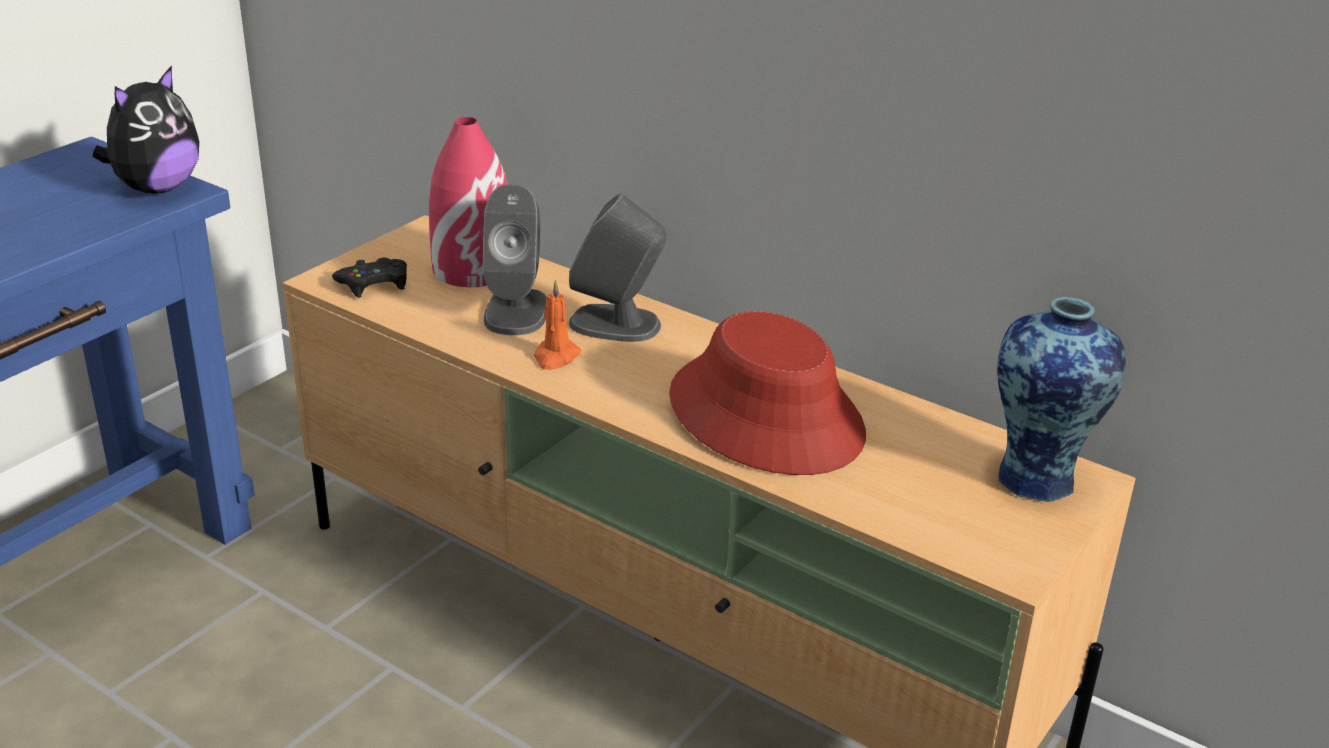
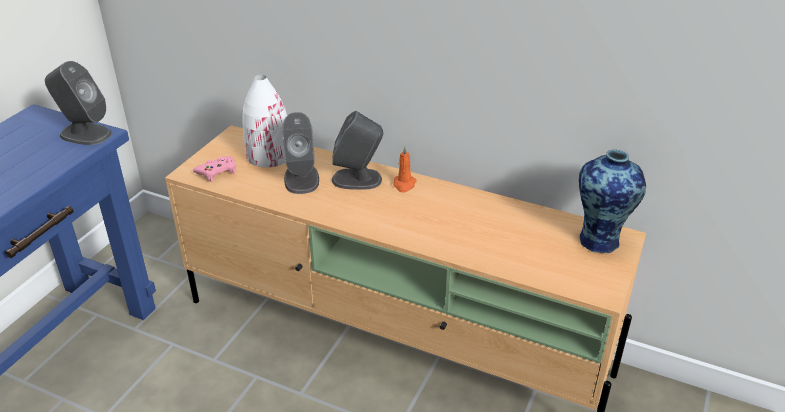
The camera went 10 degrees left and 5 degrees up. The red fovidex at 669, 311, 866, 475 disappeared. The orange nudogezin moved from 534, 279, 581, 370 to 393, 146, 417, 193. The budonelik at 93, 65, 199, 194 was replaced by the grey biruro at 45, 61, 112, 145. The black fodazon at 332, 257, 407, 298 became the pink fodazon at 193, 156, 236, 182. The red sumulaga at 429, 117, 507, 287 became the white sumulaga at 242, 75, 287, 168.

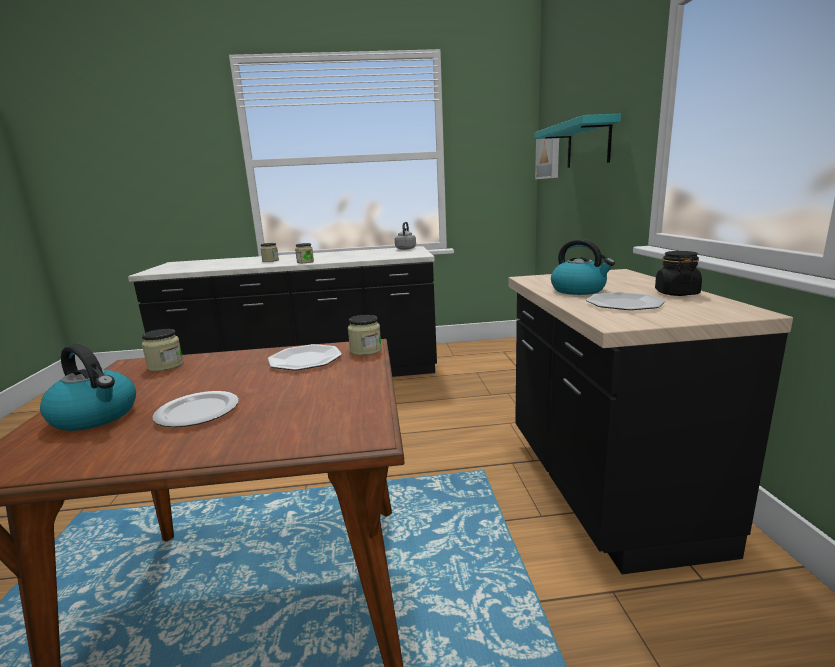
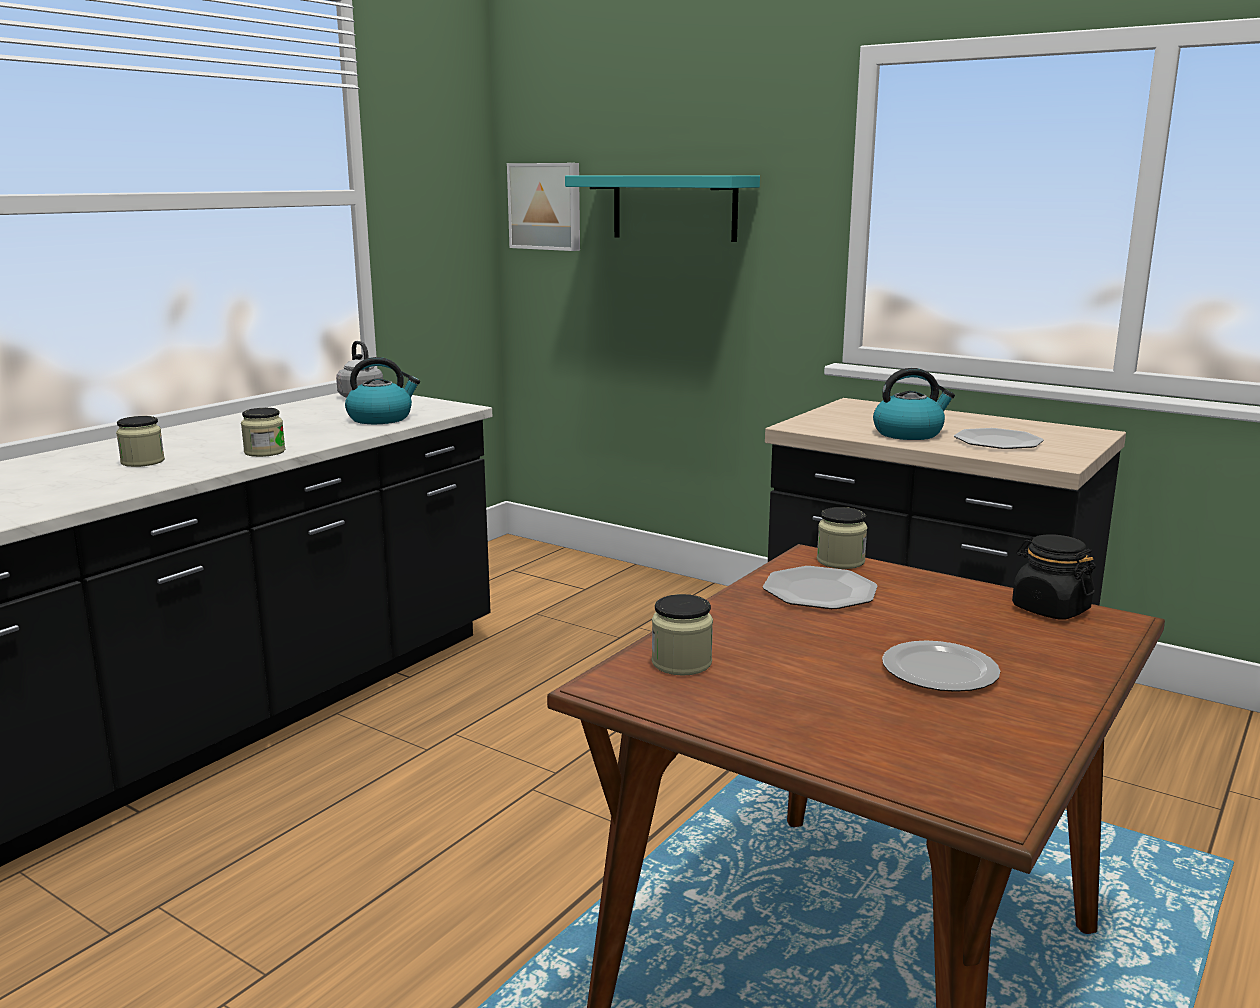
The camera went 50 degrees left and 0 degrees up. The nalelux moved from 40, 344, 136, 431 to 345, 357, 420, 424. The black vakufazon moved from 655, 251, 702, 296 to 1012, 534, 1096, 620.

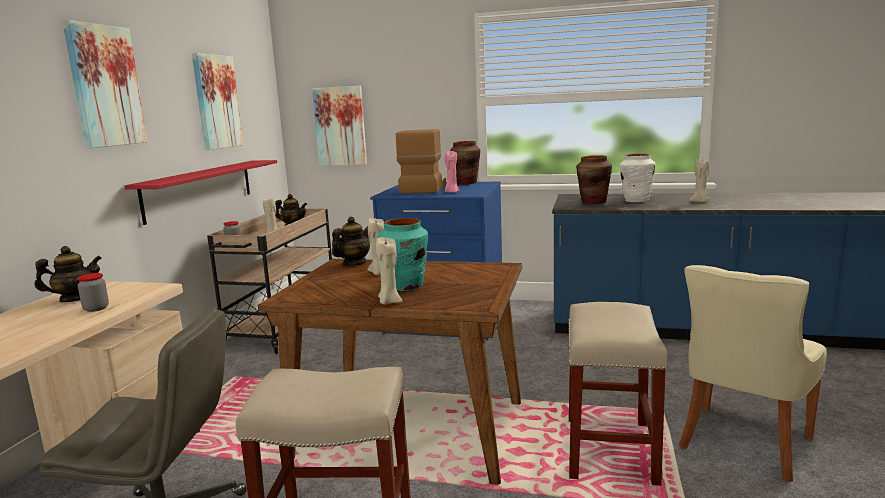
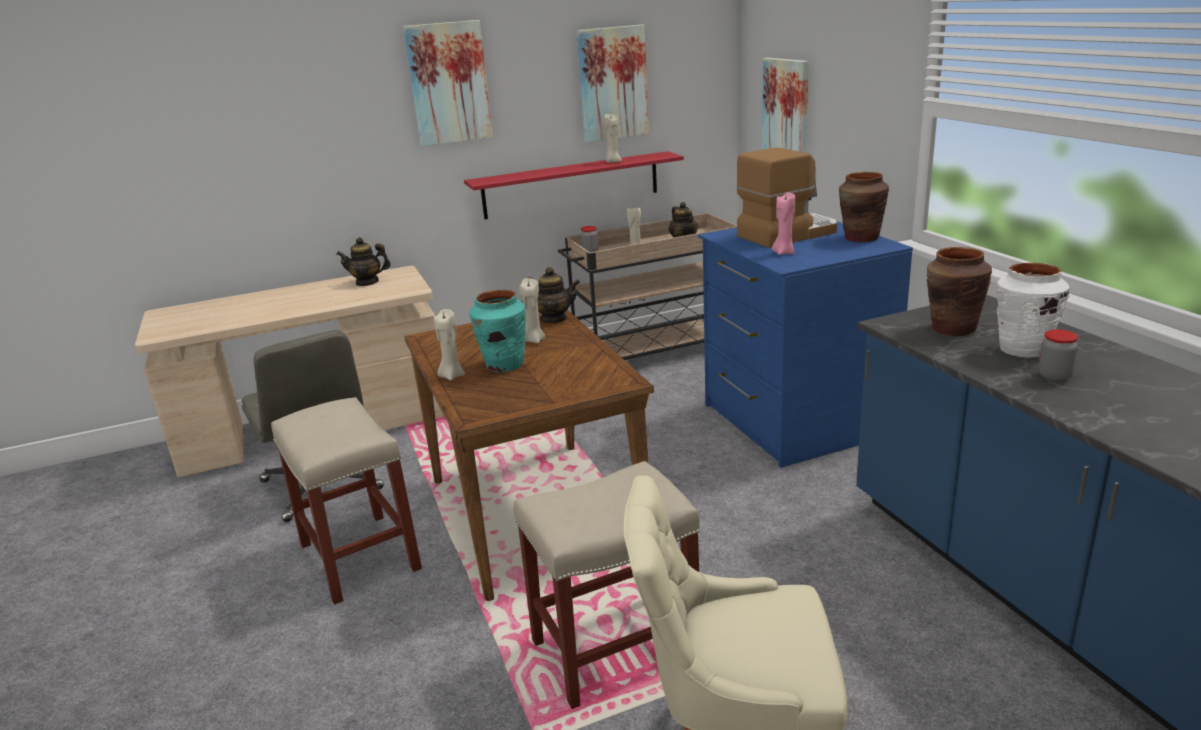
The camera went 55 degrees right and 10 degrees up. The vakufazon moved from 77, 273, 109, 312 to 1038, 330, 1078, 381. The beige nudogezin moved from 690, 159, 710, 202 to 604, 114, 622, 163. The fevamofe at 35, 246, 102, 302 turned 150 degrees clockwise.

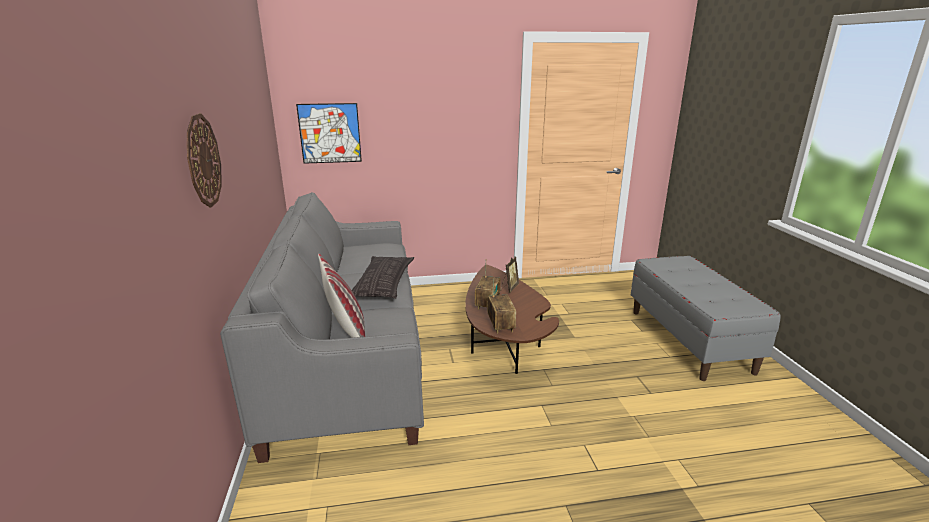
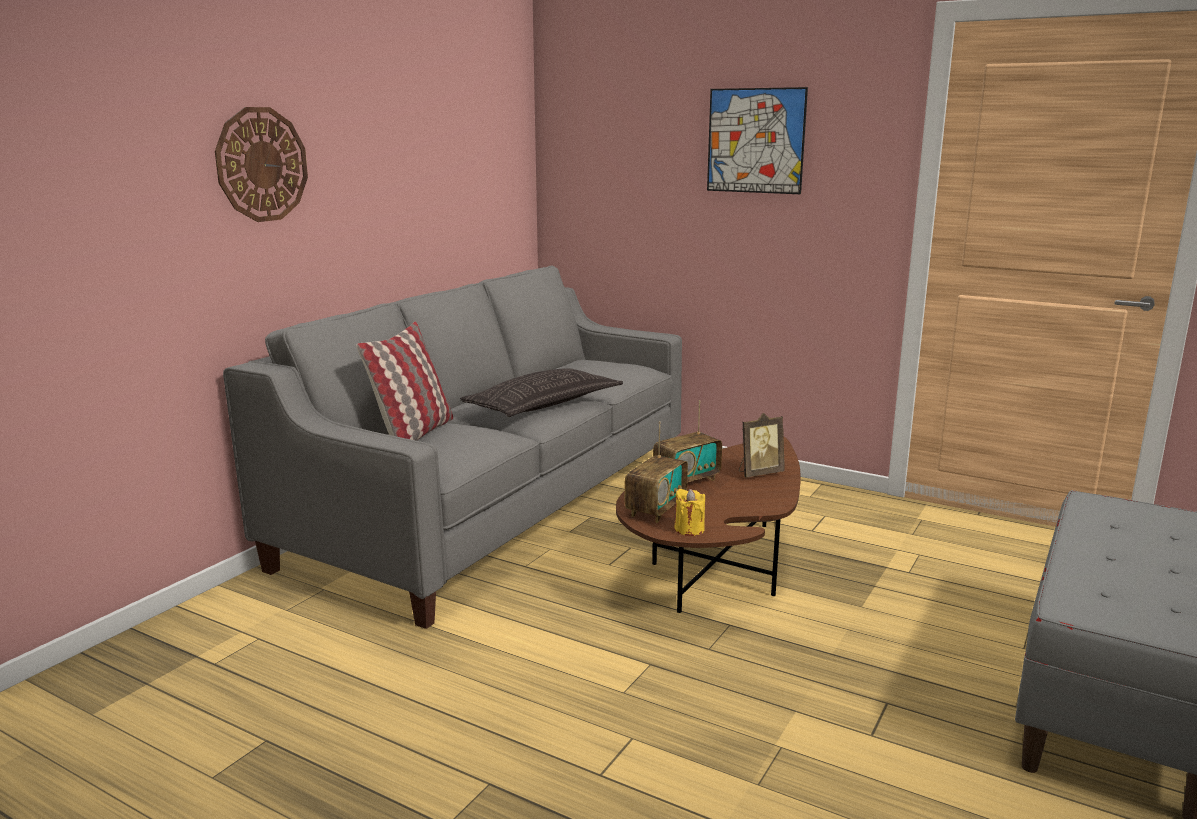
The camera went 40 degrees right and 5 degrees down. The yellow nudogezin at 674, 489, 705, 536 appeared. The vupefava moved from 296, 103, 362, 164 to 707, 87, 808, 194.

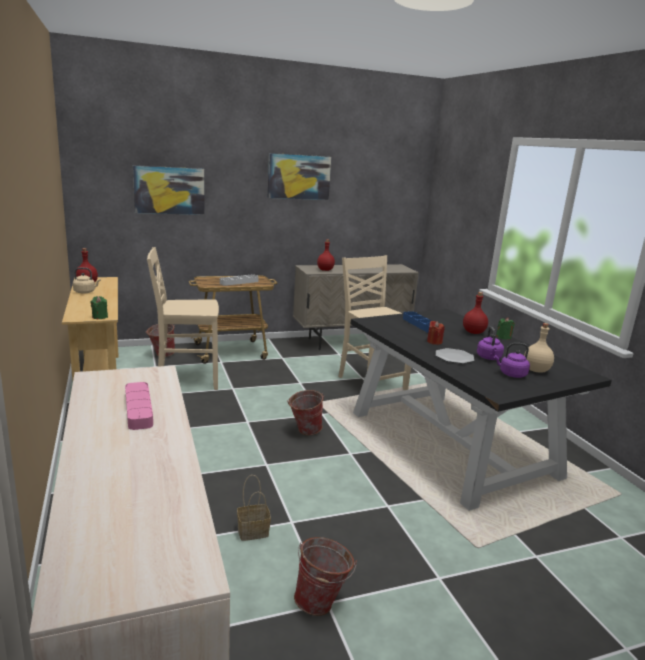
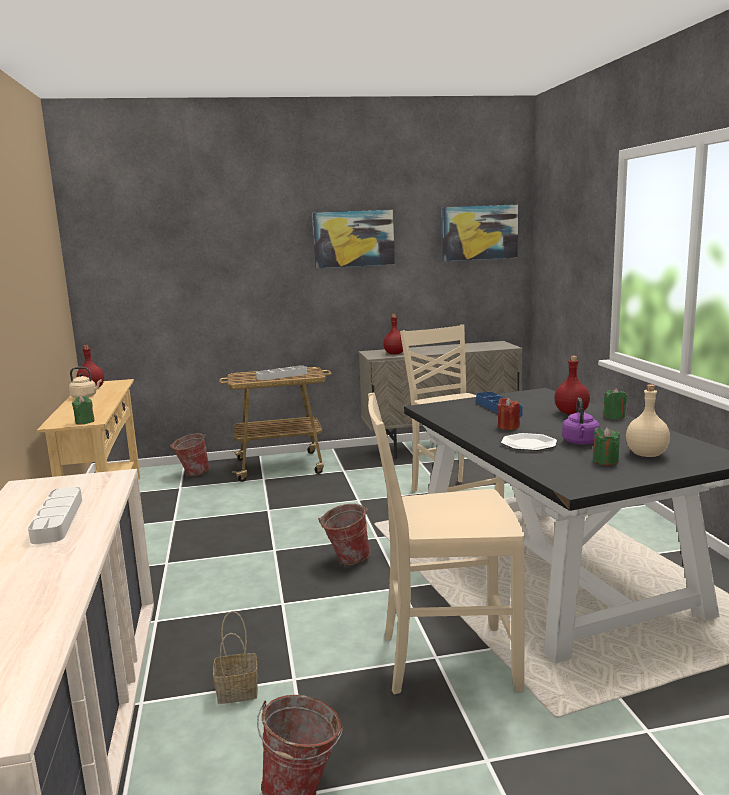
The camera went 10 degrees right and 5 degrees down. The vupefava moved from 133, 165, 205, 215 to 442, 204, 518, 261. The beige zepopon moved from 147, 247, 219, 390 to 368, 393, 525, 694. The purple nalelux at 494, 343, 530, 378 was replaced by the green nudogezin at 593, 427, 620, 466. The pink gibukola at 125, 382, 153, 430 became the grey gibukola at 28, 487, 82, 544.

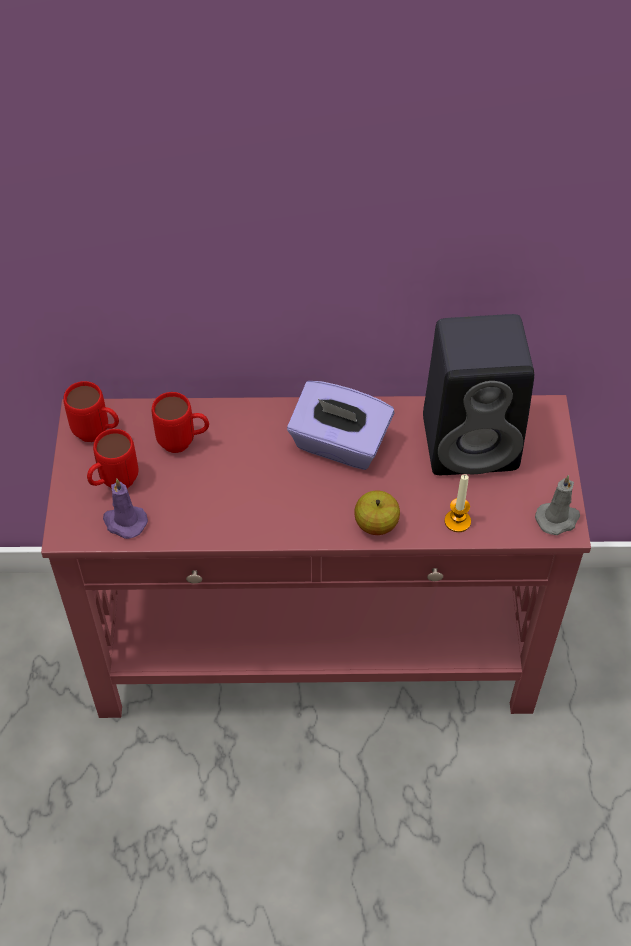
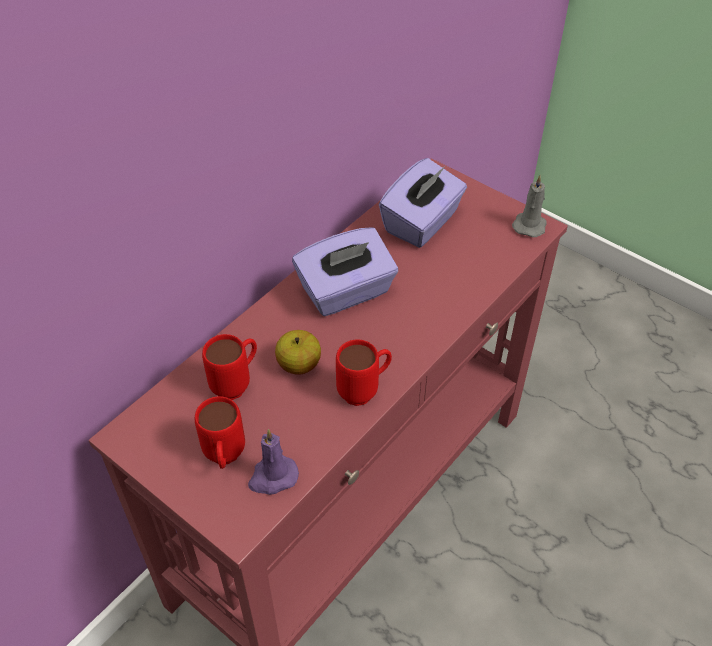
The camera went 50 degrees left and 5 degrees down. The nudogezin at 444, 474, 471, 532 disappeared. The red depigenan moved from 63, 381, 119, 442 to 336, 340, 392, 406. The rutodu moved from 354, 490, 400, 535 to 275, 330, 321, 375. The black biruro at 423, 314, 534, 475 was replaced by the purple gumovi at 379, 158, 467, 248.

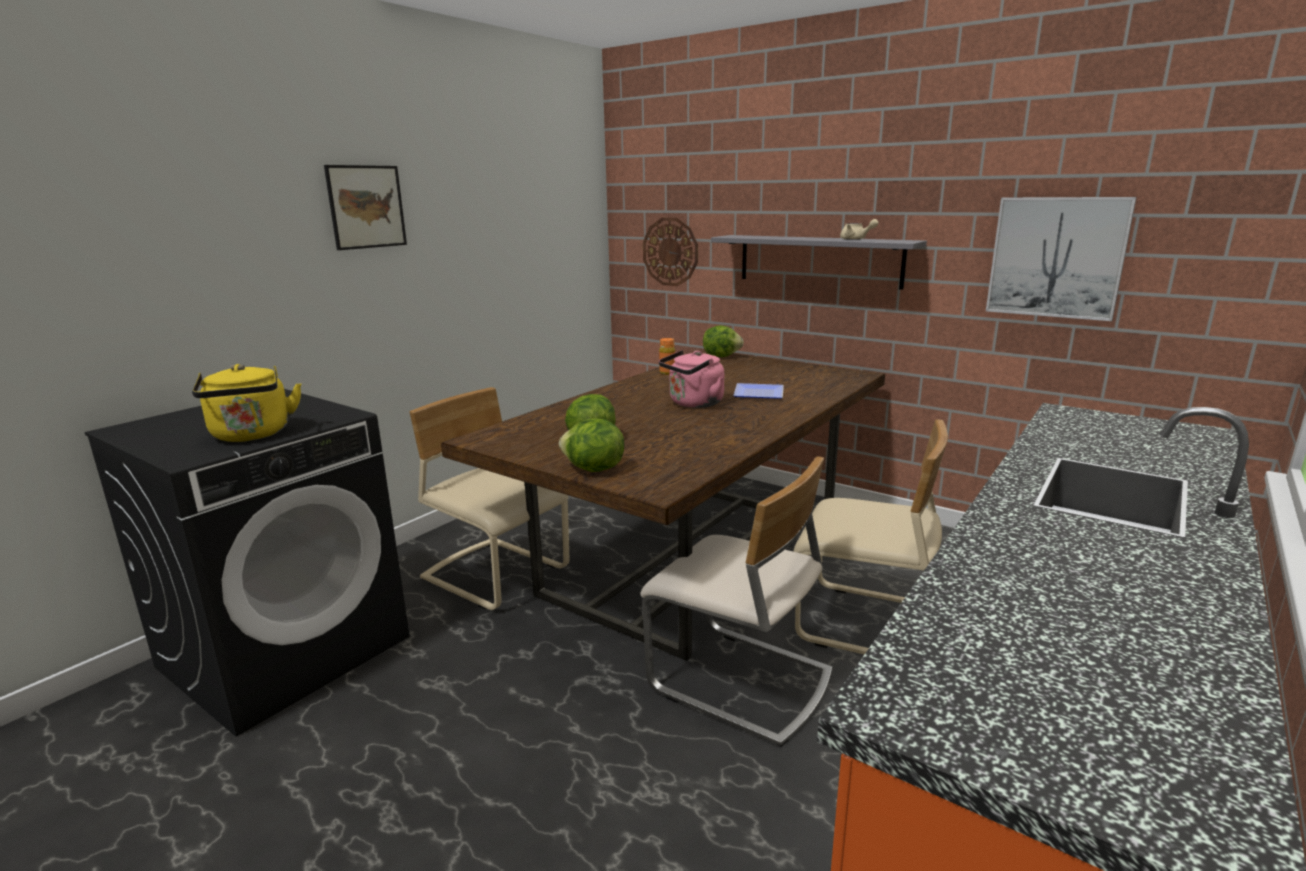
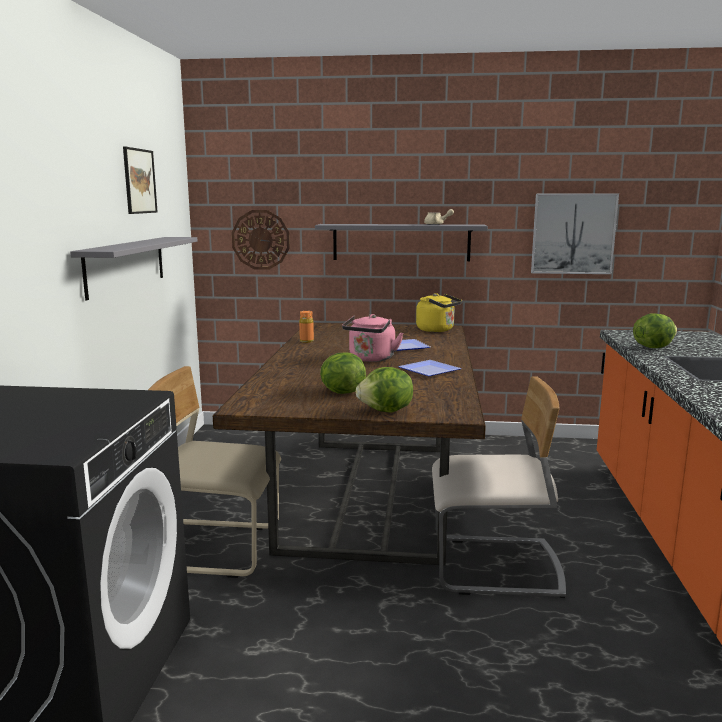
The camera went 30 degrees left and 5 degrees down. The beige zepopon at 794, 419, 948, 655 disappeared. The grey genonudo at 70, 237, 197, 300 appeared. The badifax at 398, 360, 461, 376 appeared. The yellow nalelux moved from 192, 364, 302, 442 to 416, 293, 462, 332. The vupefava moved from 324, 165, 407, 250 to 123, 147, 158, 214. The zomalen moved from 703, 325, 744, 357 to 633, 313, 677, 348.

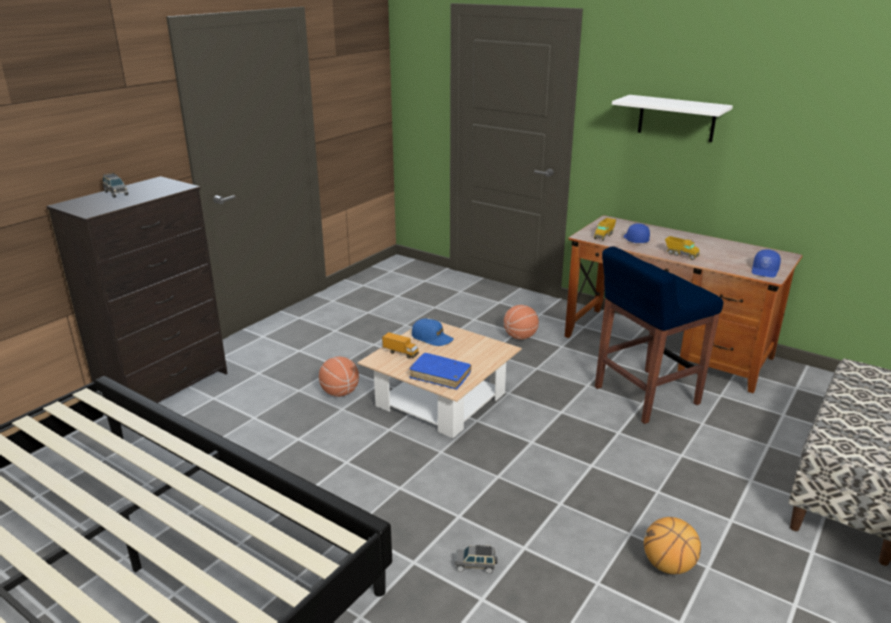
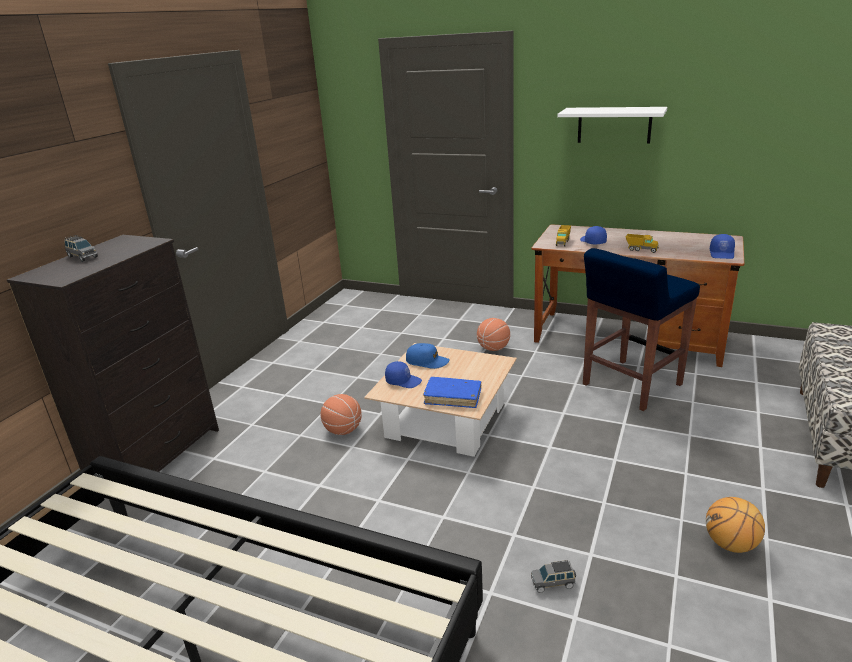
The camera went 10 degrees left and 0 degrees up. The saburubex at 382, 332, 419, 359 was replaced by the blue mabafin at 385, 361, 422, 388.

